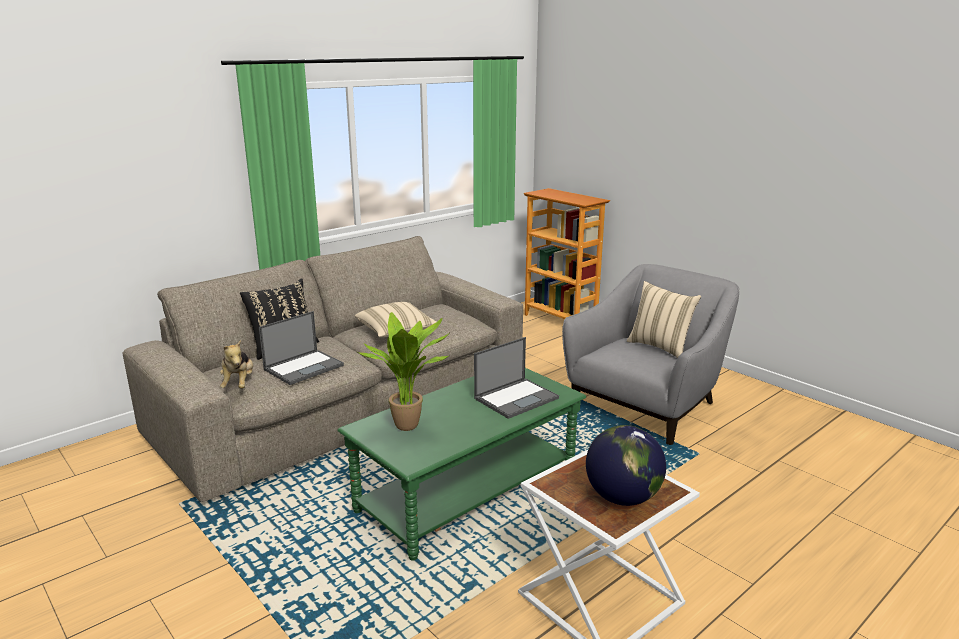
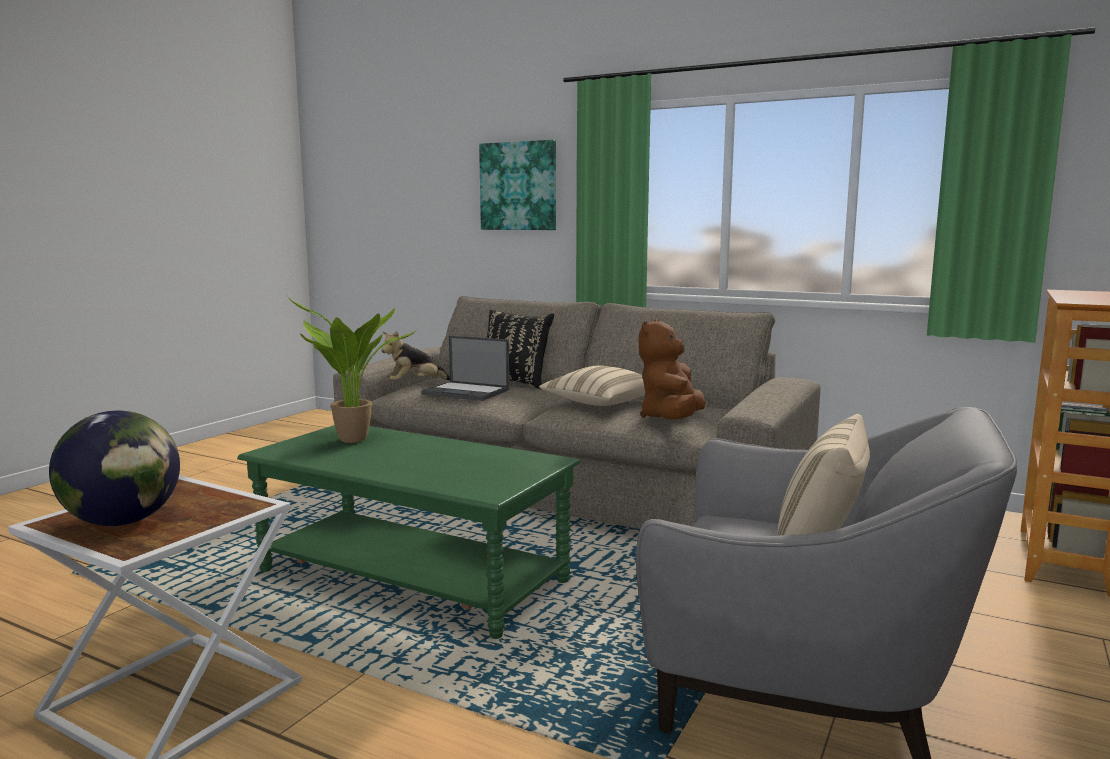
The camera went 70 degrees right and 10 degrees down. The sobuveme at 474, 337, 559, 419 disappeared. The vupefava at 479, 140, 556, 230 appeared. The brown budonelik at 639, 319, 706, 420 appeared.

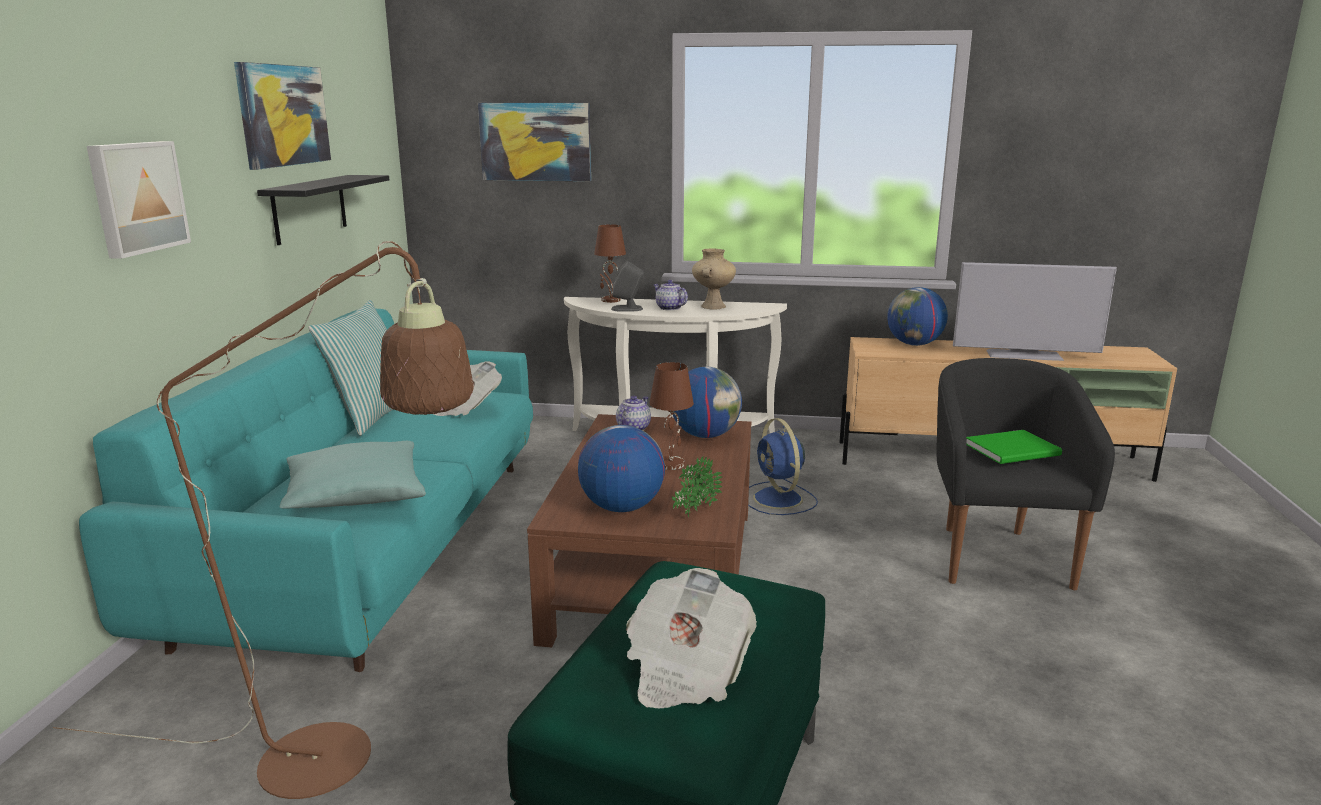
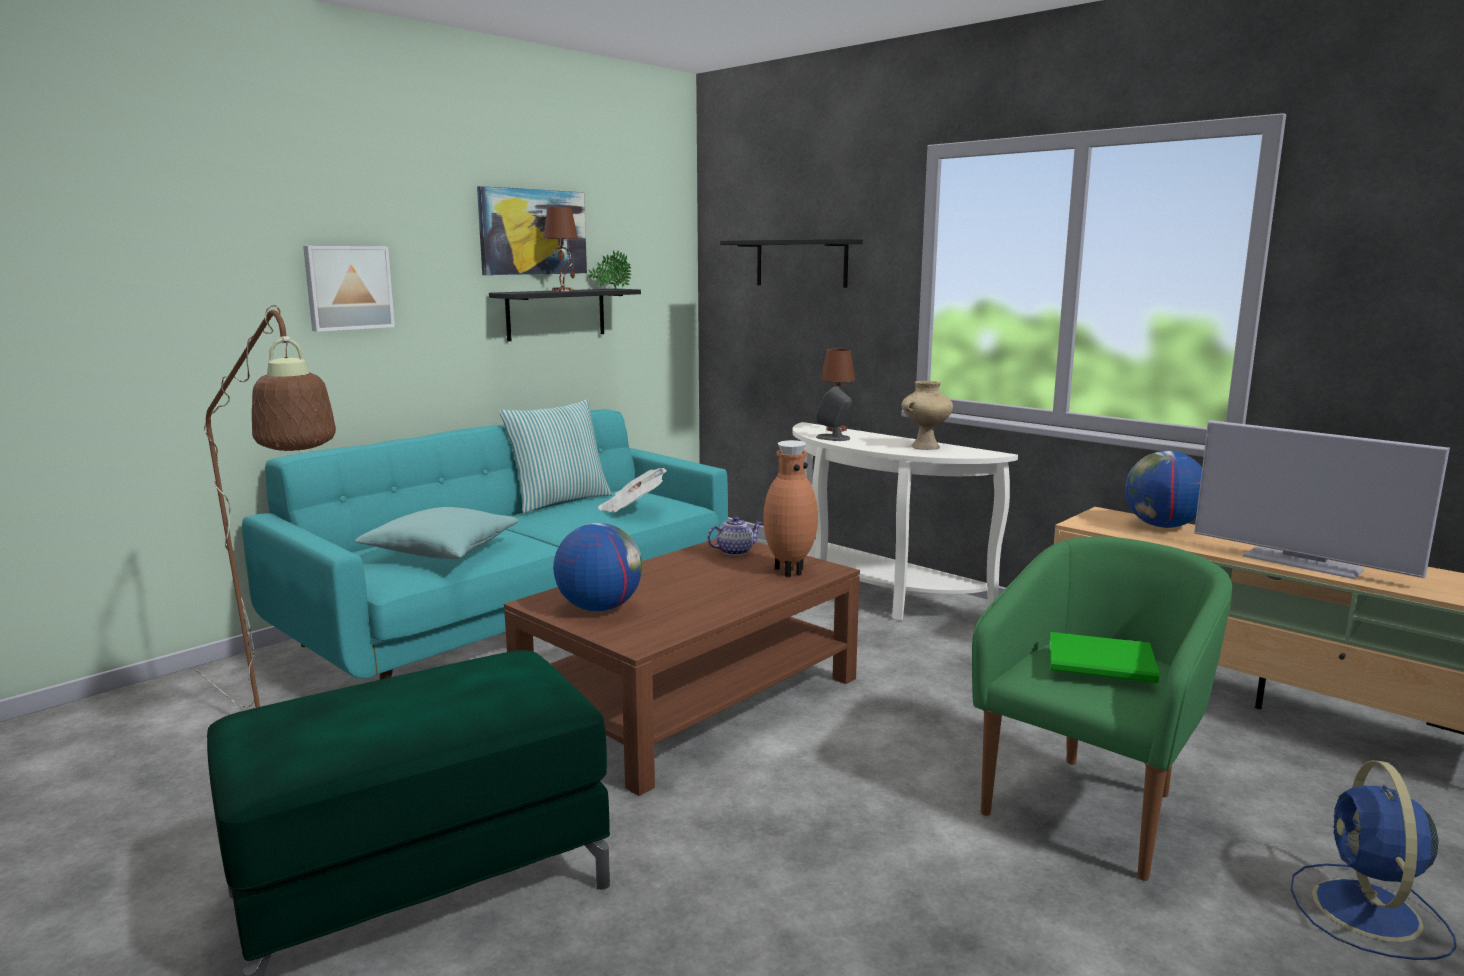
The camera went 35 degrees right and 5 degrees down. The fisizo at 626, 568, 757, 709 disappeared. The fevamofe at 653, 280, 688, 310 disappeared. The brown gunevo moved from 649, 362, 694, 470 to 543, 207, 578, 291. The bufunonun moved from 671, 457, 722, 517 to 589, 251, 631, 288. The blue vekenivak moved from 748, 418, 818, 515 to 1291, 760, 1457, 960. The vupefava at 478, 103, 591, 181 was replaced by the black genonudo at 720, 239, 863, 288. The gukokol at 673, 367, 742, 438 was replaced by the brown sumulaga at 763, 440, 818, 577. The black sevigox at 937, 358, 1115, 590 became the green sevigox at 972, 536, 1232, 881.

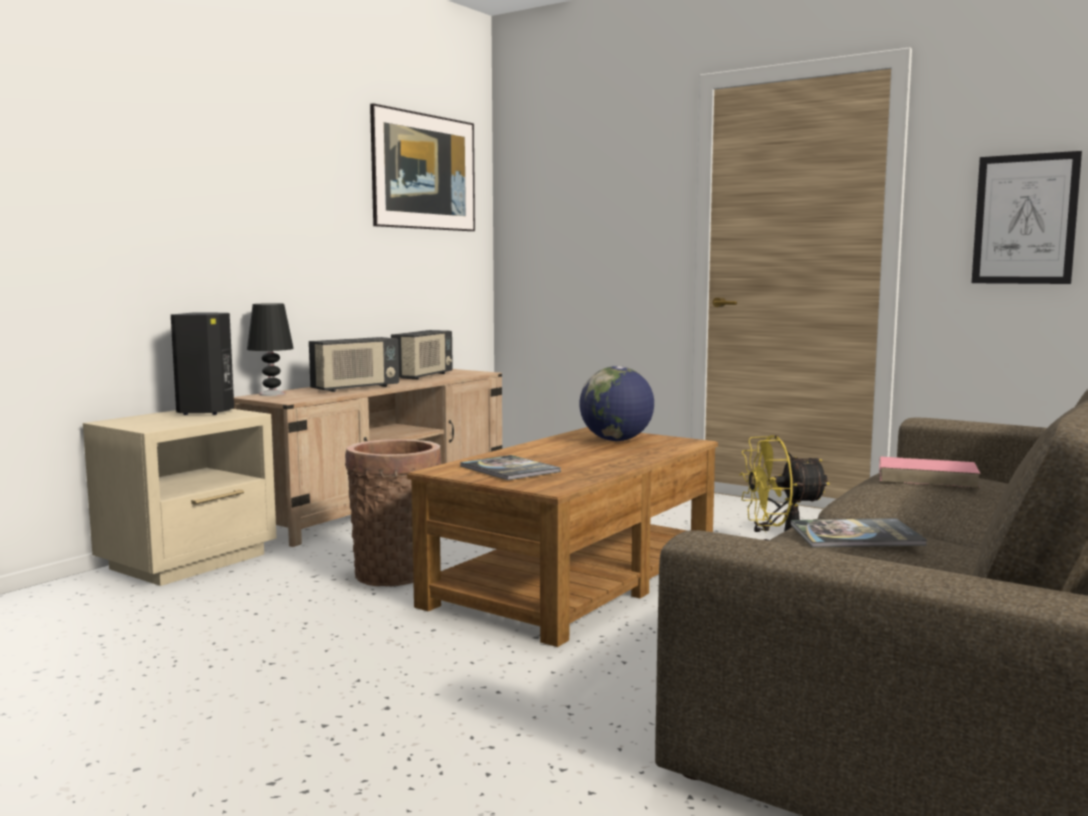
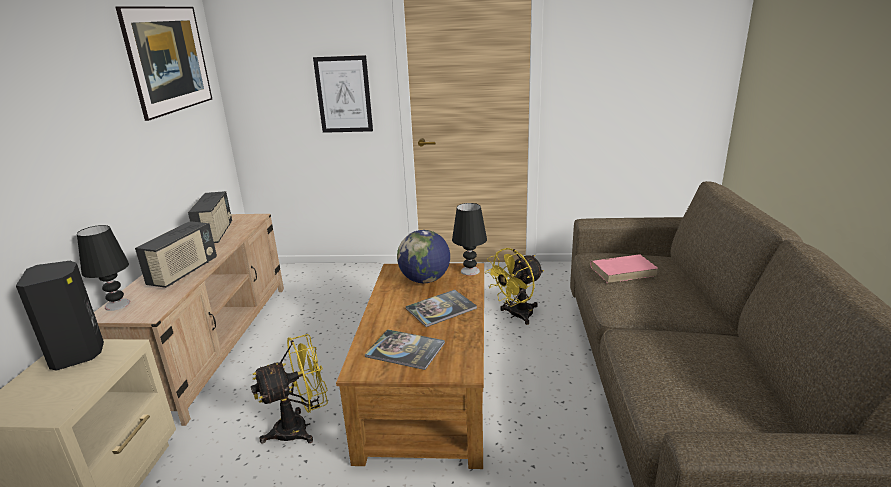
The camera went 30 degrees left and 15 degrees up. The black gunevo at 452, 203, 487, 276 appeared. The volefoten moved from 791, 518, 927, 548 to 406, 289, 477, 327. The vupefava moved from 972, 151, 1082, 284 to 313, 55, 373, 133. The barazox at 345, 439, 441, 587 was replaced by the yellow vekenivak at 251, 334, 328, 444.

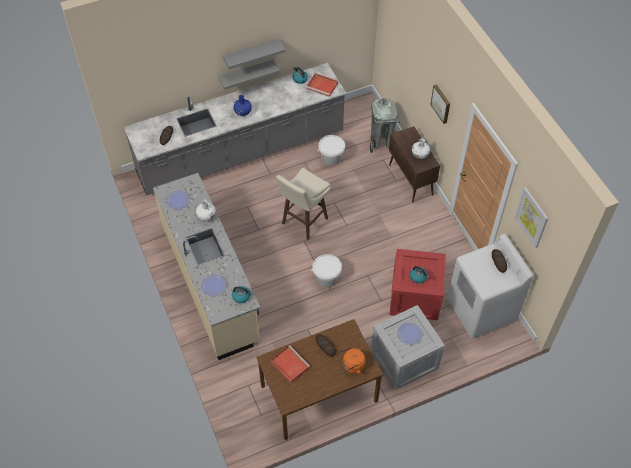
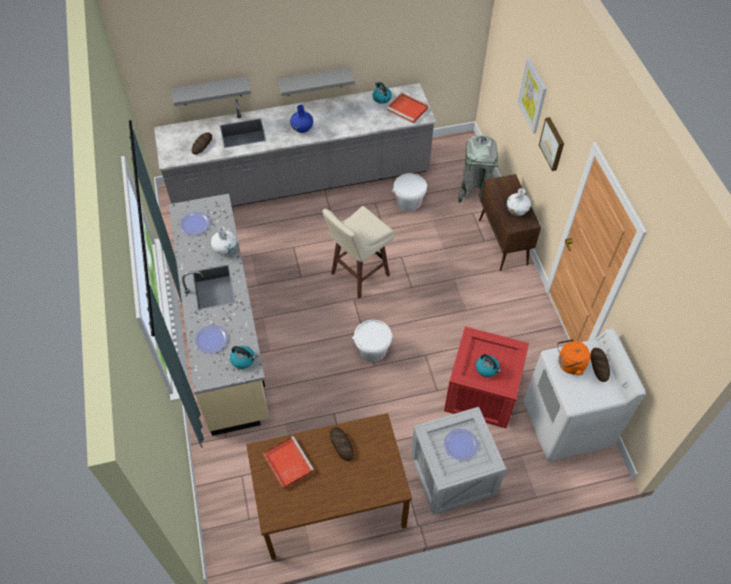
The camera went 10 degrees right and 0 degrees up. The grey genonudo moved from 223, 39, 286, 69 to 171, 76, 251, 106. The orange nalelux moved from 340, 348, 366, 374 to 557, 339, 590, 375. The vupefava moved from 515, 187, 548, 248 to 517, 57, 547, 134.

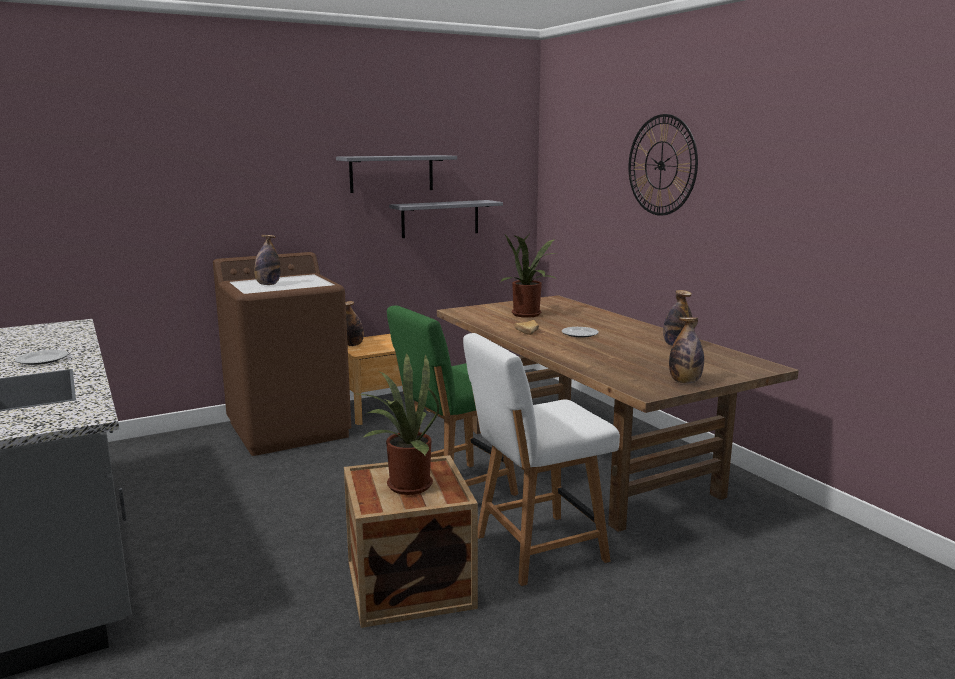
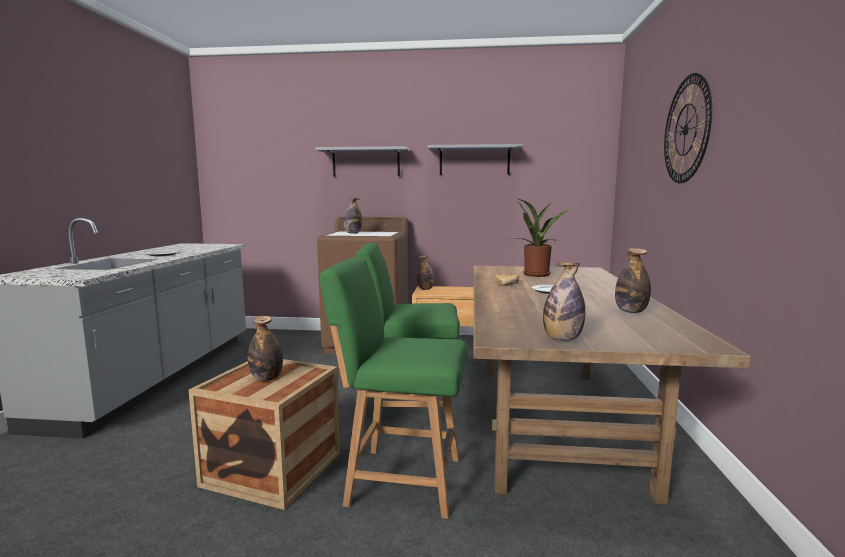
The camera went 35 degrees right and 5 degrees down. The grey genonudo moved from 389, 200, 503, 238 to 315, 146, 410, 176. The bufunonun at 359, 353, 440, 495 was replaced by the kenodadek at 248, 316, 283, 381. The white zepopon at 463, 333, 620, 586 became the green zepopon at 320, 257, 467, 519.

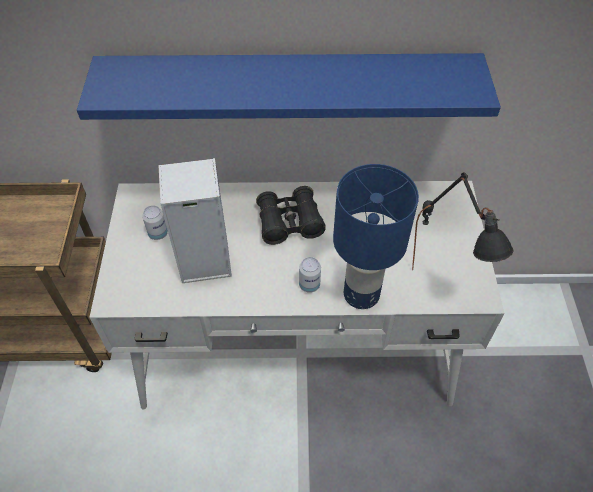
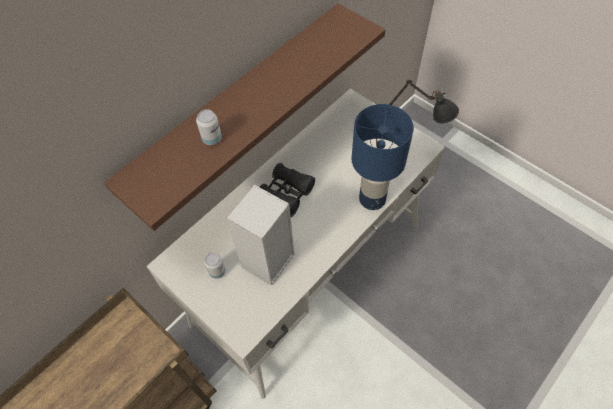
The camera went 45 degrees left and 5 degrees up. The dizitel moved from 299, 257, 321, 293 to 196, 109, 222, 145. The blue genonudo at 77, 53, 501, 120 became the brown genonudo at 104, 3, 385, 231.

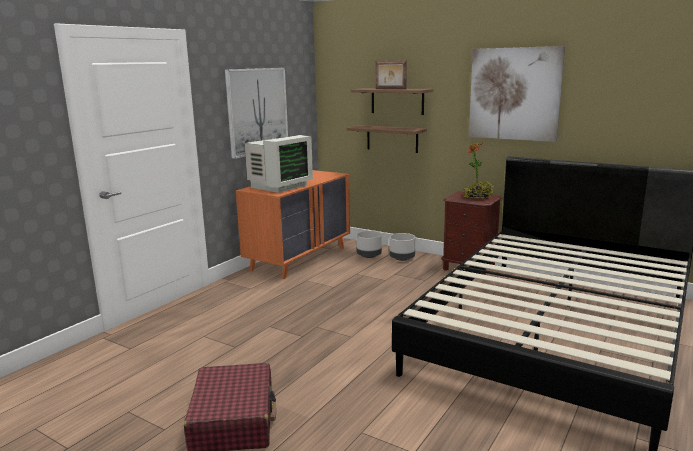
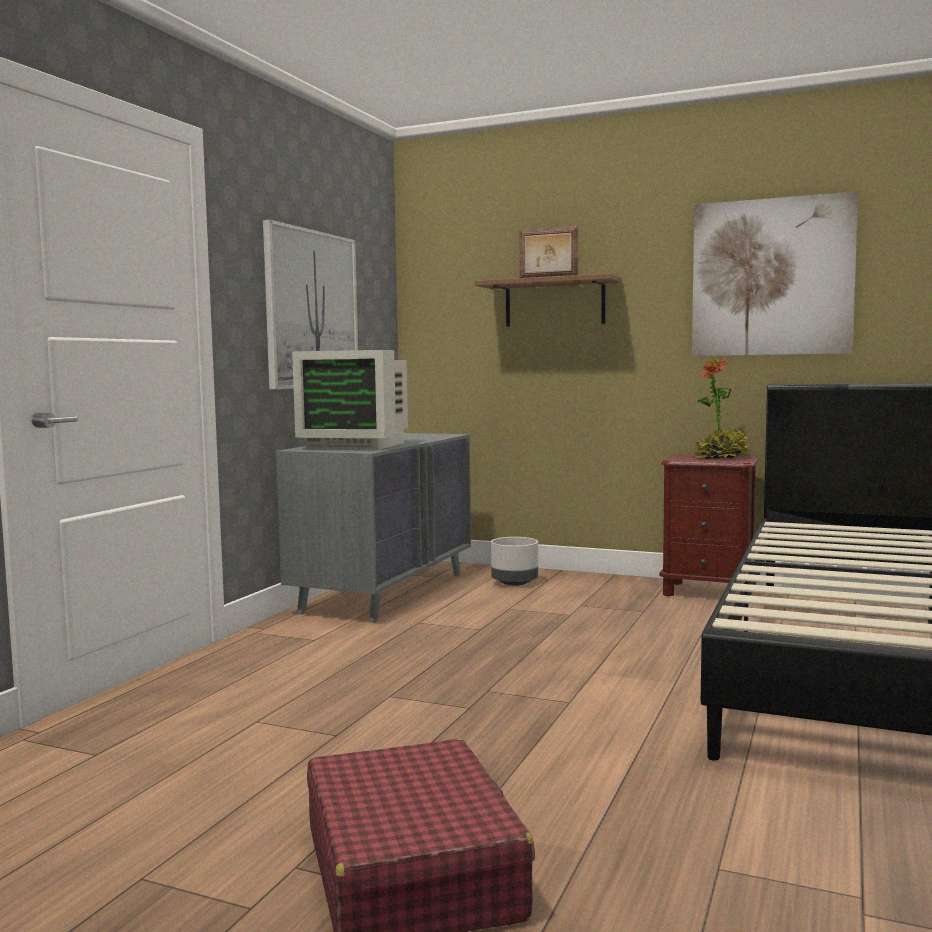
The camera went 10 degrees left and 10 degrees down. The brown genonudo at 347, 125, 427, 153 disappeared. The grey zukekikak at 389, 233, 415, 261 disappeared. The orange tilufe at 236, 170, 350, 279 became the grey tilufe at 276, 433, 471, 623. The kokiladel at 244, 135, 313, 193 turned 75 degrees clockwise.

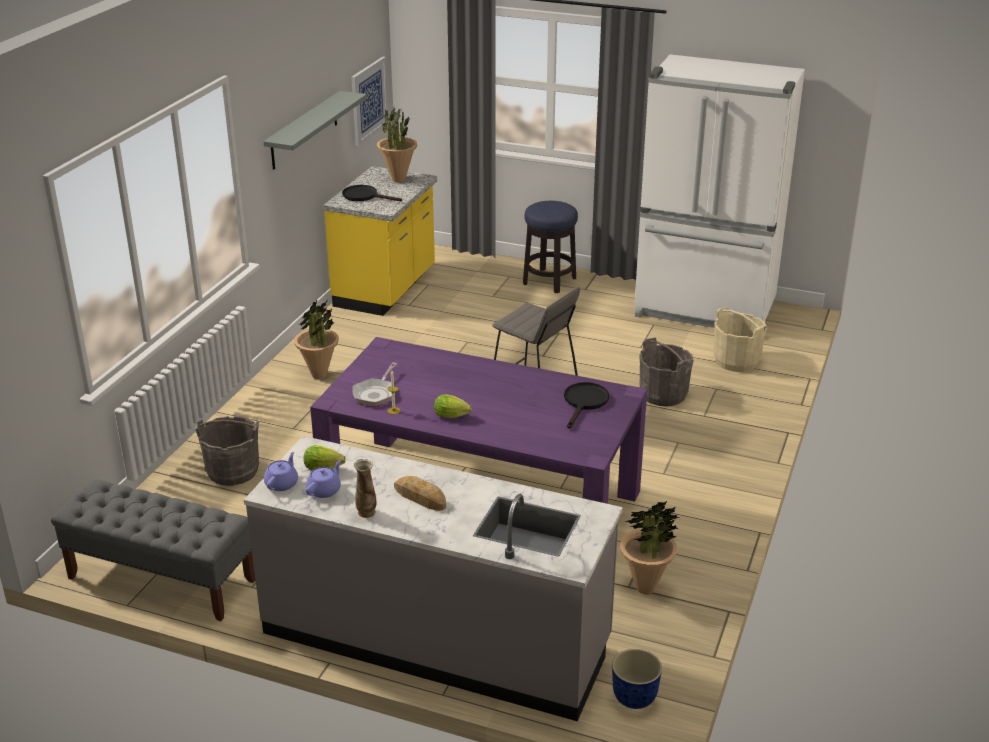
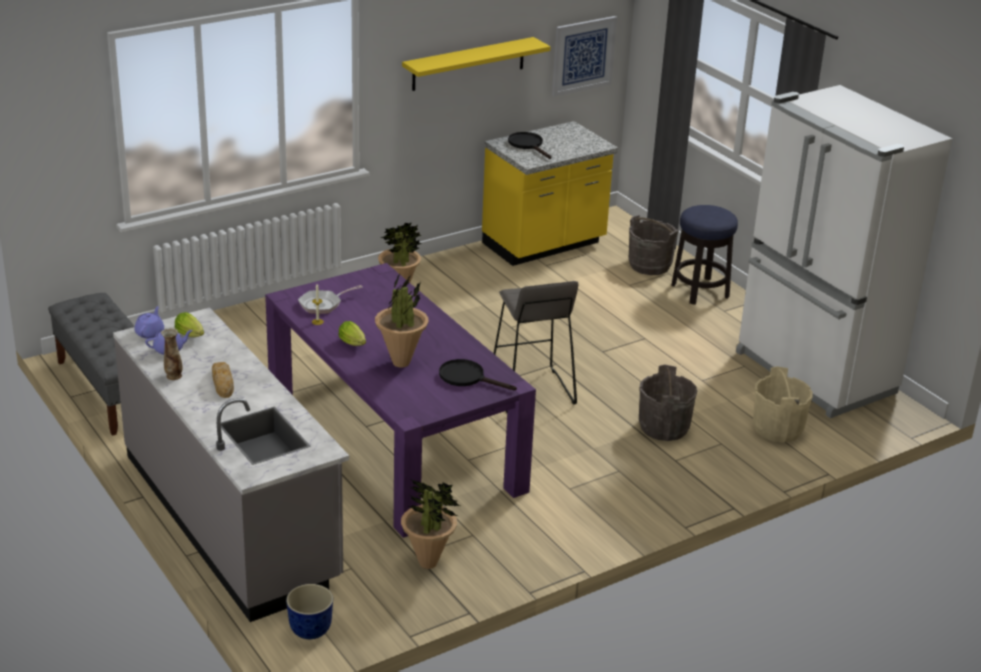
The camera went 35 degrees right and 0 degrees up. The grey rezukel moved from 195, 416, 259, 486 to 629, 215, 679, 275. The bufunonun moved from 377, 106, 418, 183 to 375, 273, 429, 367. The grey genonudo at 263, 91, 367, 169 became the yellow genonudo at 402, 37, 550, 91. The purple fevamofe at 264, 452, 298, 491 turned 45 degrees counterclockwise. The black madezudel at 564, 382, 609, 429 turned 120 degrees counterclockwise.

